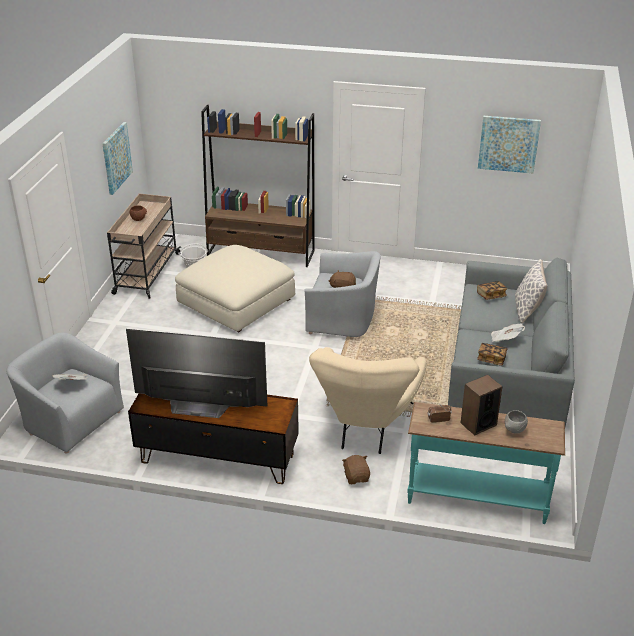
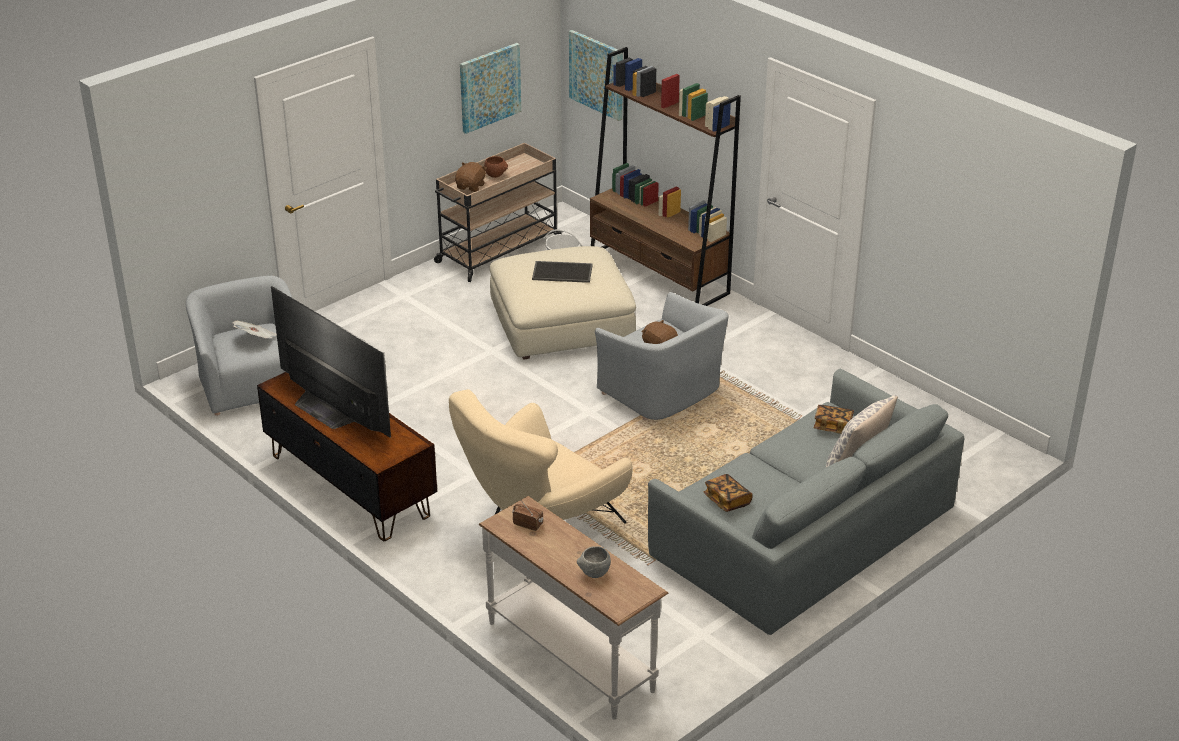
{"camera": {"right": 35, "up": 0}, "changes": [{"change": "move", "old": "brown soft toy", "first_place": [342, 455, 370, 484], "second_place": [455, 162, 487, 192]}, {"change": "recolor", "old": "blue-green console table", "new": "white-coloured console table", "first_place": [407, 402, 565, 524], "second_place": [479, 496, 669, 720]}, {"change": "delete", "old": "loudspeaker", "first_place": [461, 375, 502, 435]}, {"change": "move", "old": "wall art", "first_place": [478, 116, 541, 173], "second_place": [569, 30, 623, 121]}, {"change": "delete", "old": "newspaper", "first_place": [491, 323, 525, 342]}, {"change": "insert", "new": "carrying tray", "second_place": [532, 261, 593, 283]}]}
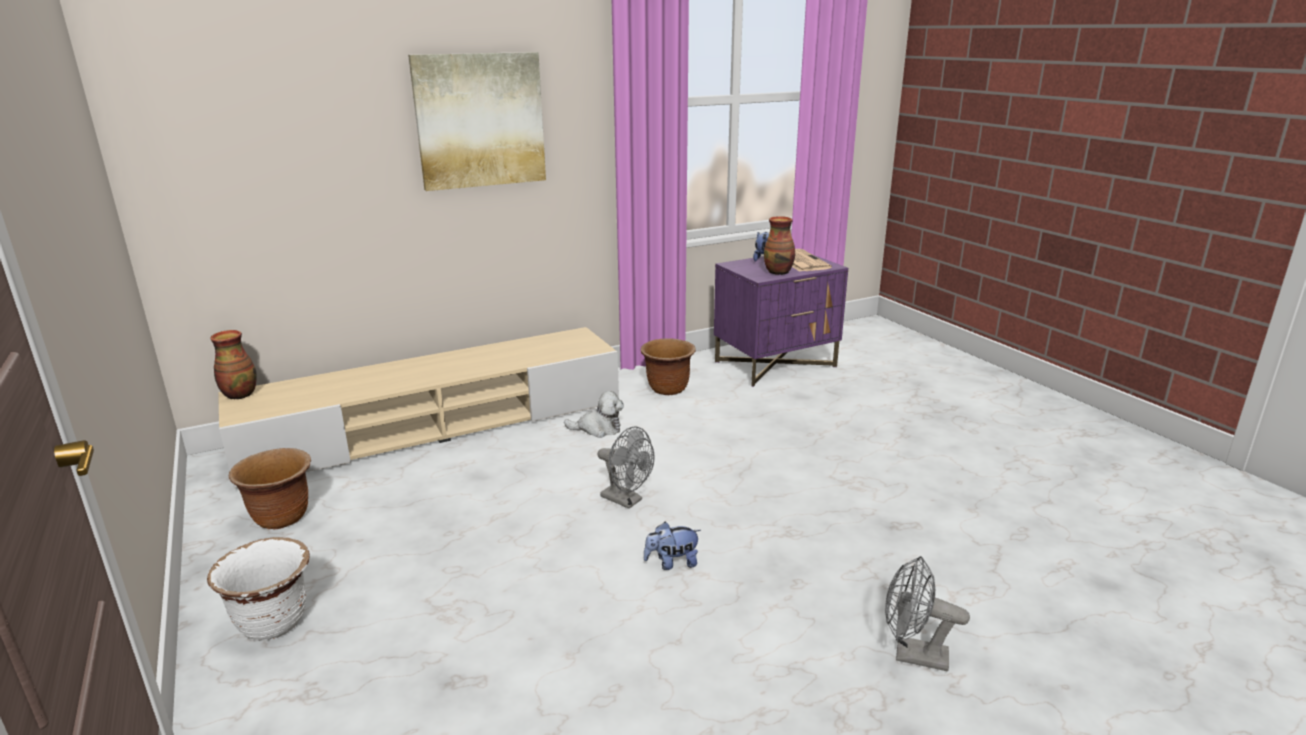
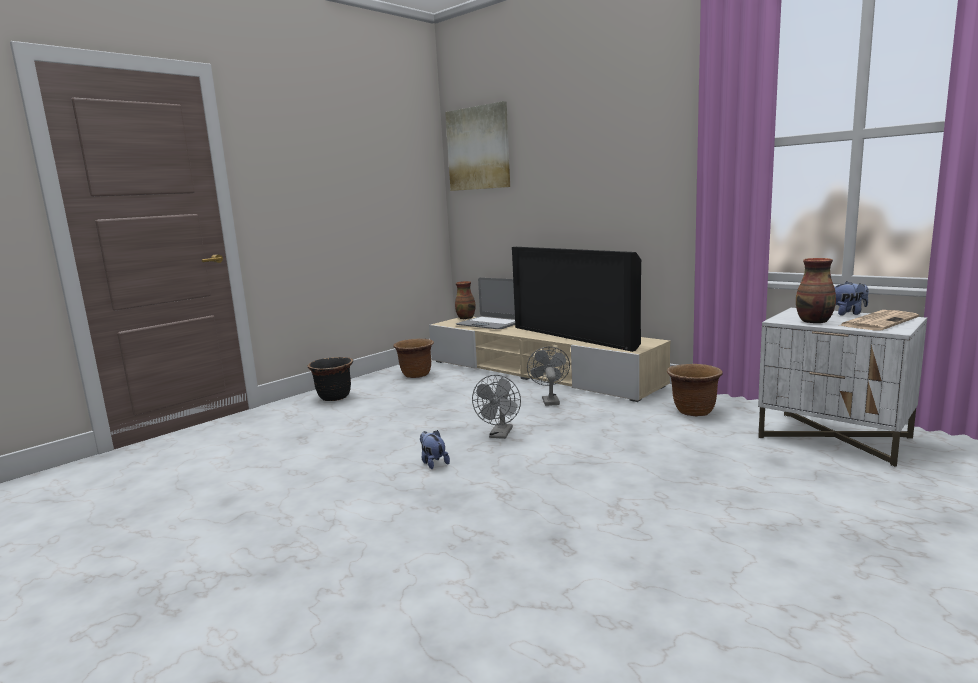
{"camera": {"right": 70, "up": -10}, "changes": [{"change": "recolor", "old": "white-coloured flower pot", "new": "blackish flower pot", "first_place": [207, 537, 310, 641], "second_place": [308, 357, 353, 401]}, {"change": "move", "old": "wall art", "first_place": [408, 52, 546, 191], "second_place": [445, 101, 510, 191]}, {"change": "delete", "old": "soft toy", "first_place": [564, 391, 624, 438]}, {"change": "recolor", "old": "purplish bedside table", "new": "white-coloured bedside table", "first_place": [714, 255, 848, 387], "second_place": [758, 308, 927, 467]}, {"change": "move", "old": "gray cooling fan", "first_place": [885, 556, 970, 672], "second_place": [527, 347, 570, 406]}, {"change": "insert", "new": "laptop", "second_place": [456, 278, 515, 329]}, {"change": "insert", "new": "TV", "second_place": [512, 247, 641, 352]}]}
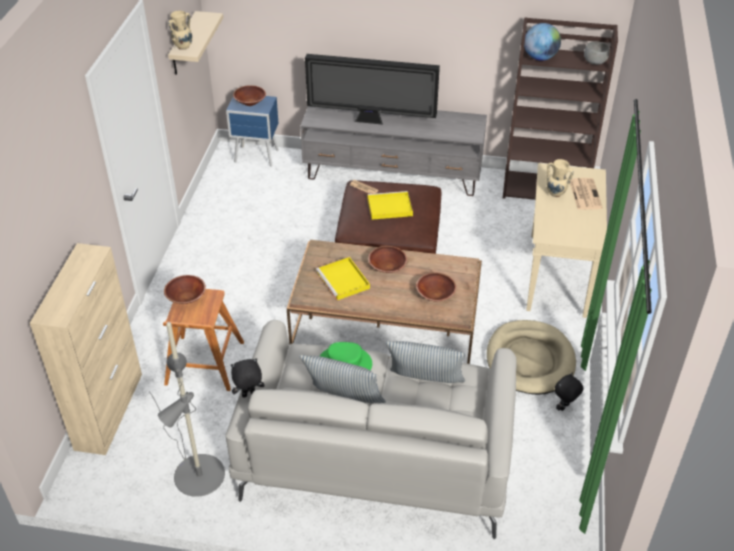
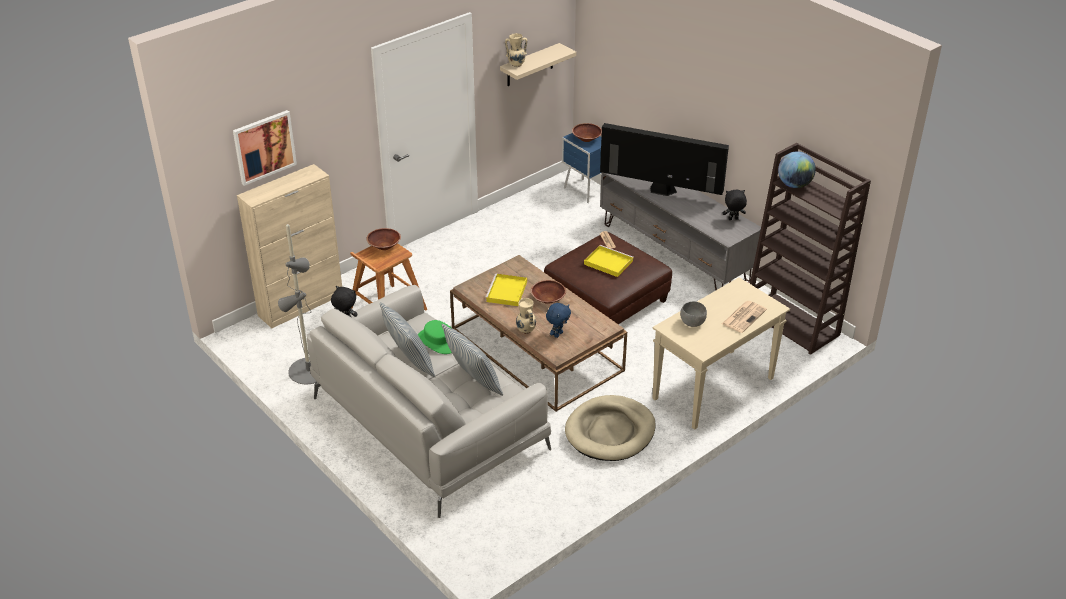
{"camera": {"right": 40, "up": -5}, "changes": [{"change": "rotate", "old": "TV", "first_place": [305, 54, 440, 125], "second_place": [600, 123, 729, 196], "degrees": 150}, {"change": "replace", "old": "brown deep dish", "new": "blue soft toy", "first_place": [416, 272, 456, 301], "second_place": [546, 303, 571, 338]}, {"change": "move", "old": "beige-coloured vase", "first_place": [546, 159, 574, 197], "second_place": [516, 298, 536, 334]}, {"change": "move", "old": "blackish soft toy", "first_place": [555, 372, 583, 411], "second_place": [723, 190, 747, 220]}, {"change": "move", "old": "gray deep dish", "first_place": [584, 41, 610, 65], "second_place": [680, 301, 707, 327]}, {"change": "insert", "new": "wall art", "second_place": [233, 110, 297, 186]}]}
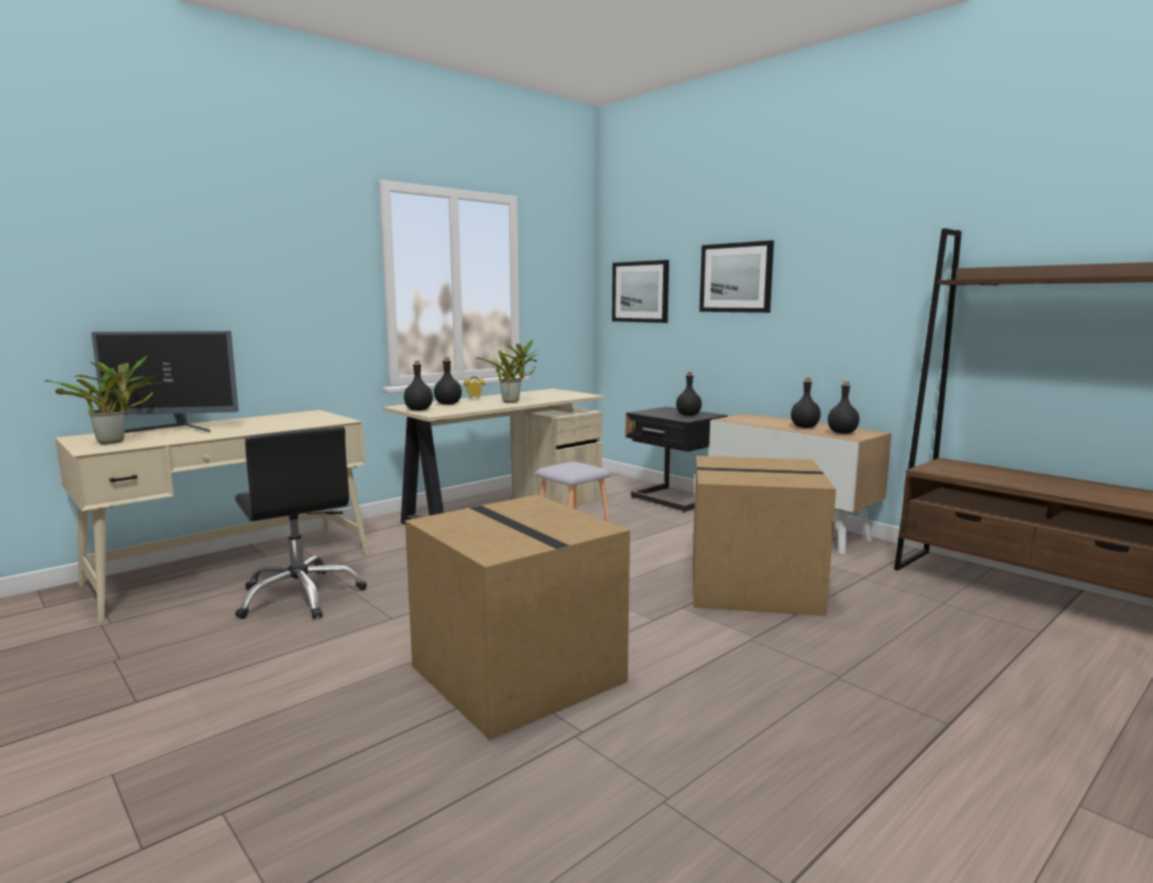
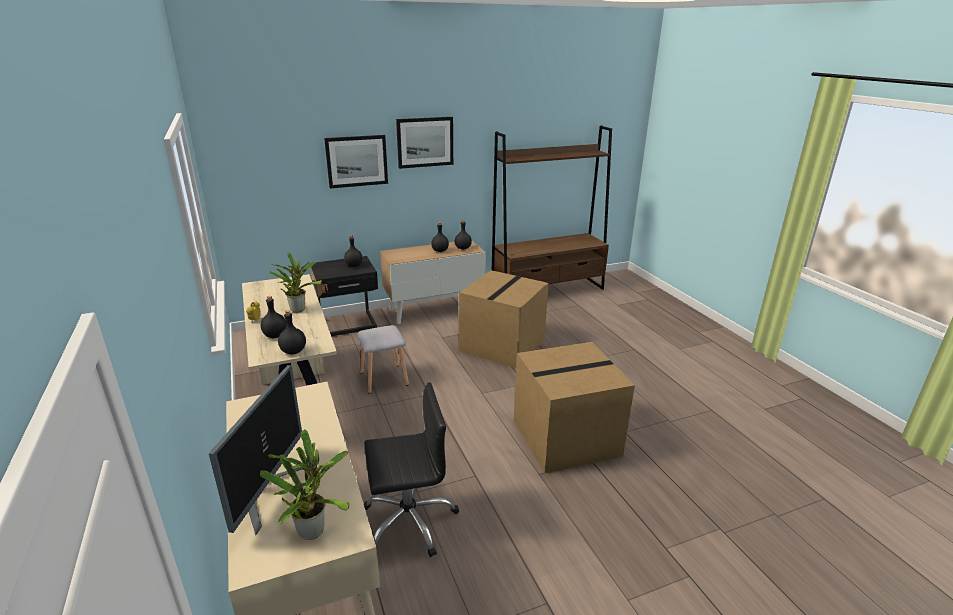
{"camera": {"right": -70, "up": 15}, "changes": [{"change": "move", "old": "wall art", "first_place": [612, 260, 669, 323], "second_place": [396, 117, 453, 169]}]}
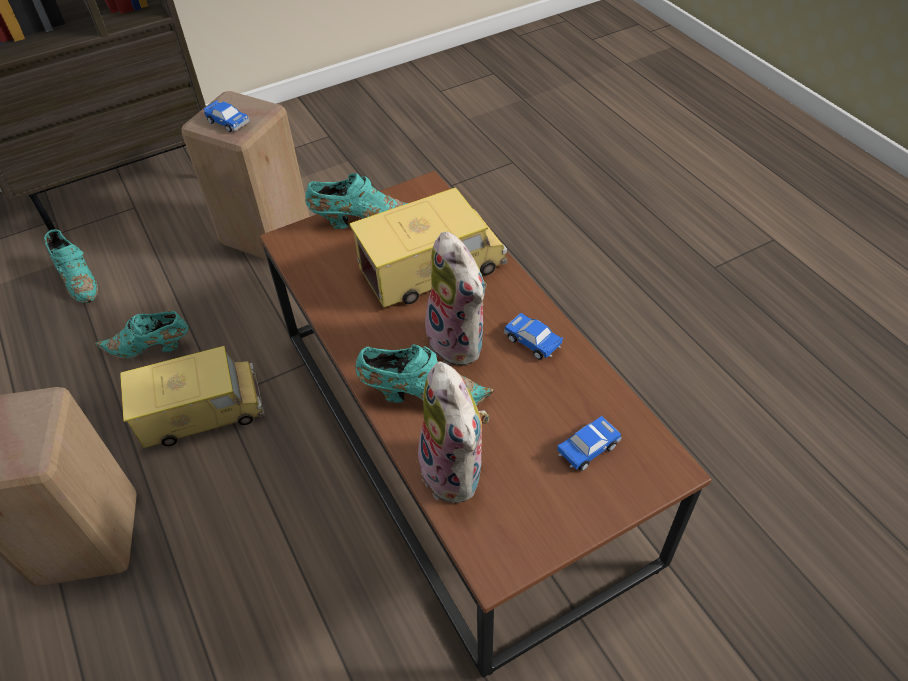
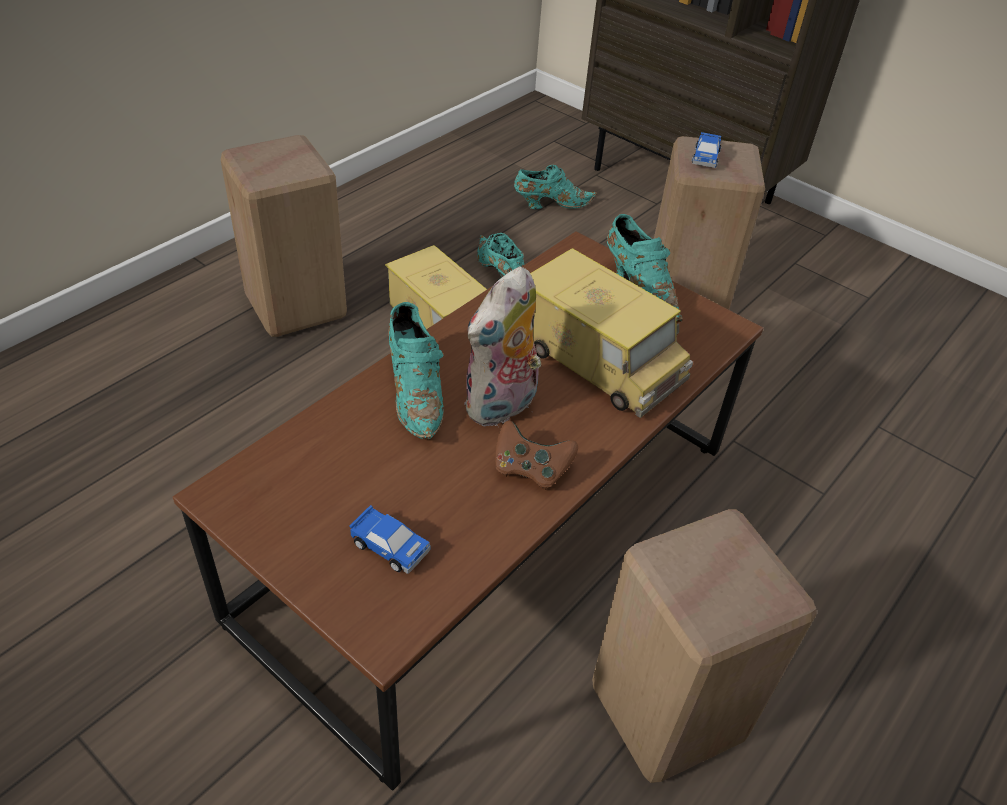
{"camera": {"right": 65, "up": -5}, "changes": [{"change": "rotate", "old": "blue-green shoe", "first_place": [44, 229, 98, 303], "second_place": [514, 165, 597, 209], "degrees": -135}, {"change": "delete", "old": "soft toy", "first_place": [416, 361, 489, 503]}, {"change": "replace", "old": "model car", "new": "brown game controller", "first_place": [504, 313, 563, 360], "second_place": [495, 420, 578, 490]}, {"change": "insert", "new": "beige-coloured sitting stool", "second_place": [592, 509, 816, 783]}]}
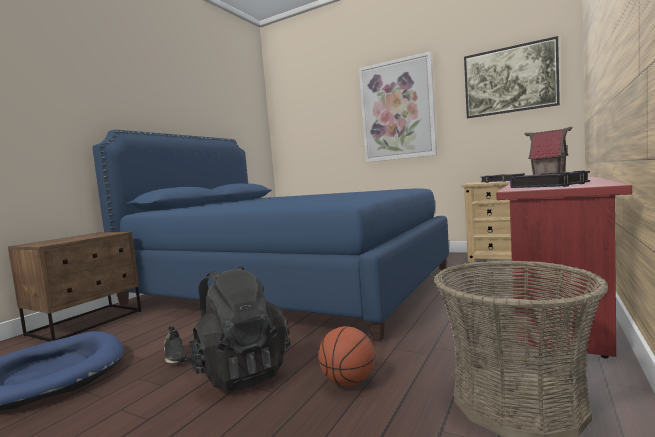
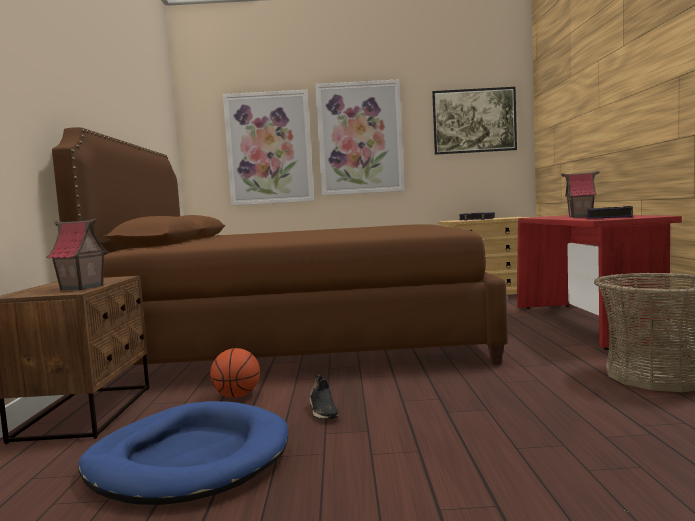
{"camera": {"right": -30, "up": 0}, "changes": [{"change": "recolor", "old": "blue sleeping bed", "new": "brown sleeping bed", "first_place": [92, 130, 449, 342], "second_place": [52, 127, 507, 365]}, {"change": "rotate", "old": "blackish shoe", "first_place": [164, 325, 187, 364], "second_place": [309, 374, 338, 419], "degrees": 45}, {"change": "delete", "old": "blackish backpack", "first_place": [186, 266, 290, 392]}, {"change": "move", "old": "basketball ball", "first_place": [318, 326, 375, 386], "second_place": [210, 348, 260, 398]}, {"change": "insert", "new": "miniature house", "second_place": [46, 219, 109, 290]}, {"change": "insert", "new": "wall art", "second_place": [223, 90, 314, 206]}]}
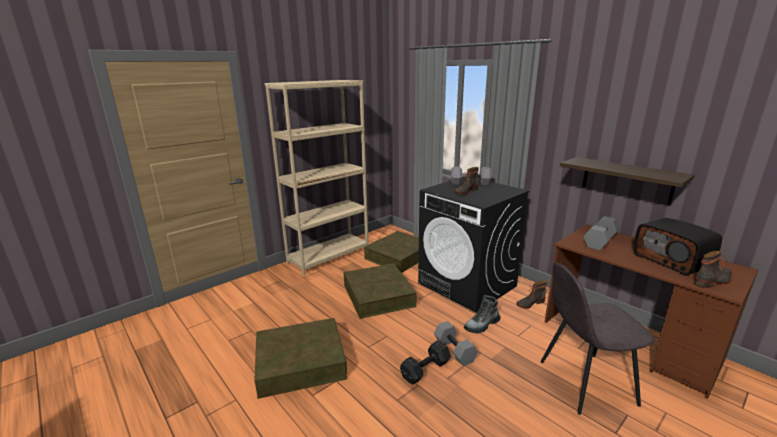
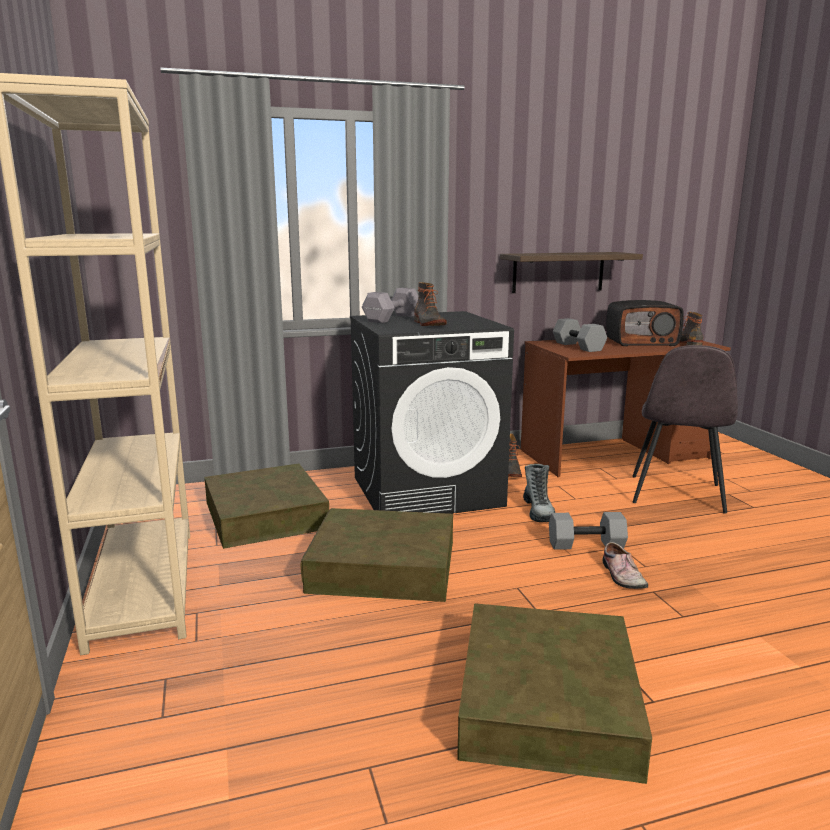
{"camera": {"right": -65, "up": -5}, "changes": [{"change": "replace", "old": "blackish dumbbell", "new": "shoe", "first_place": [400, 340, 451, 385], "second_place": [602, 542, 648, 589]}]}
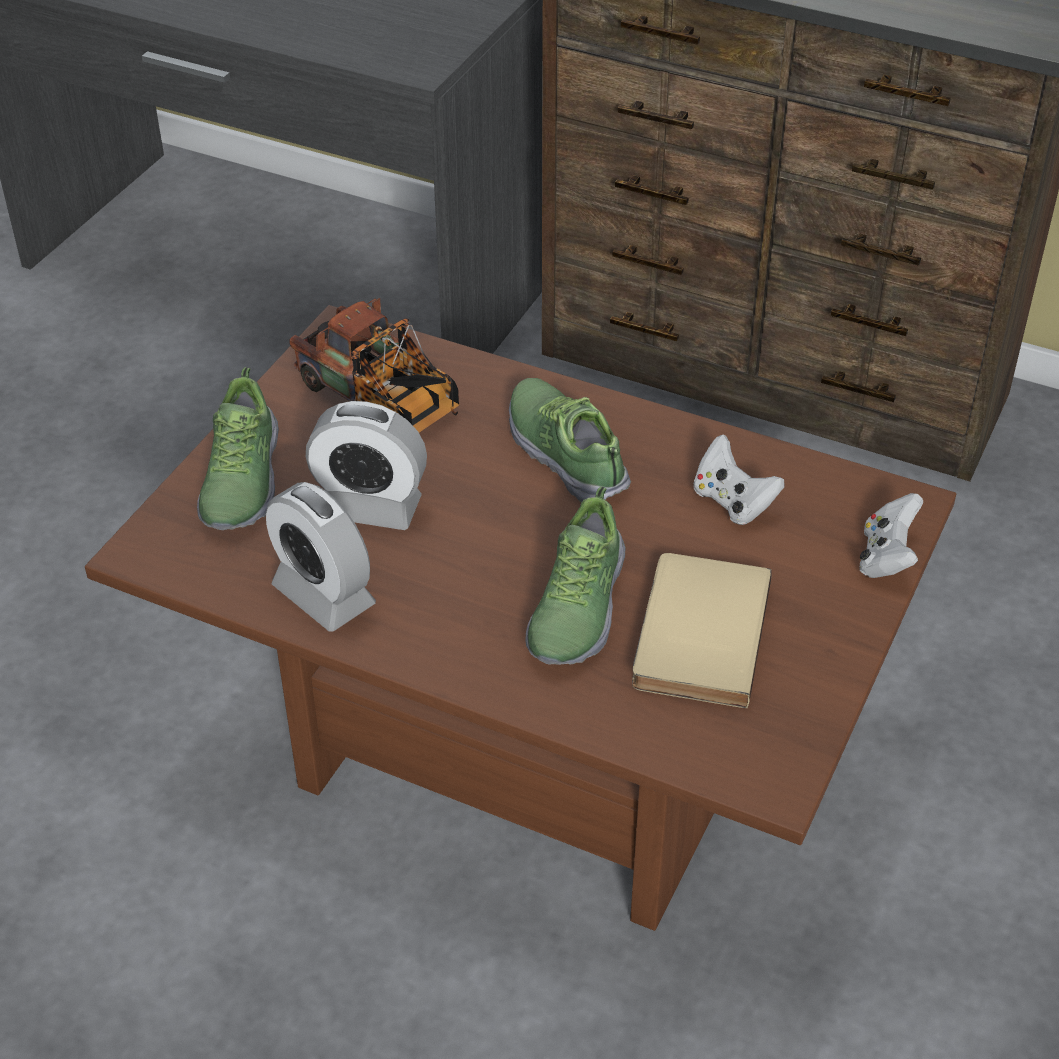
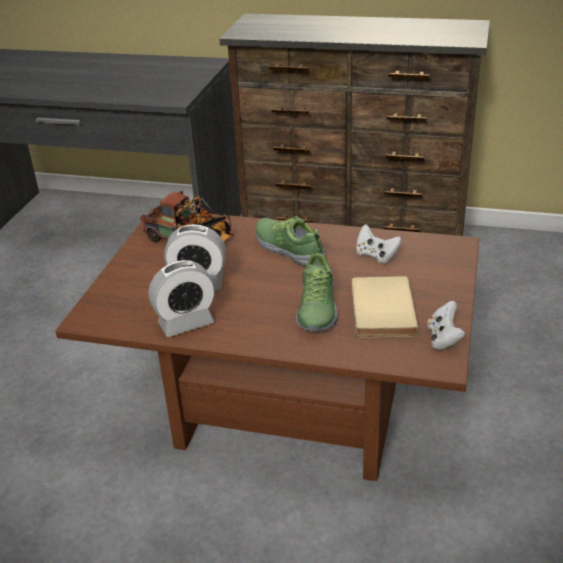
{"camera": {"right": -10, "up": -10}, "changes": [{"change": "delete", "old": "shoe", "first_place": [197, 367, 279, 530]}, {"change": "rotate", "old": "table clock", "first_place": [266, 482, 376, 631], "second_place": [148, 260, 215, 337], "degrees": -60}, {"change": "move", "old": "white-coloured game controller", "first_place": [859, 493, 923, 578], "second_place": [427, 301, 465, 350]}]}
